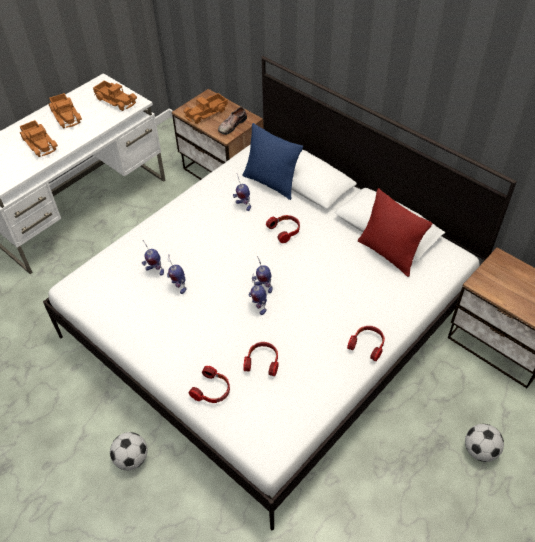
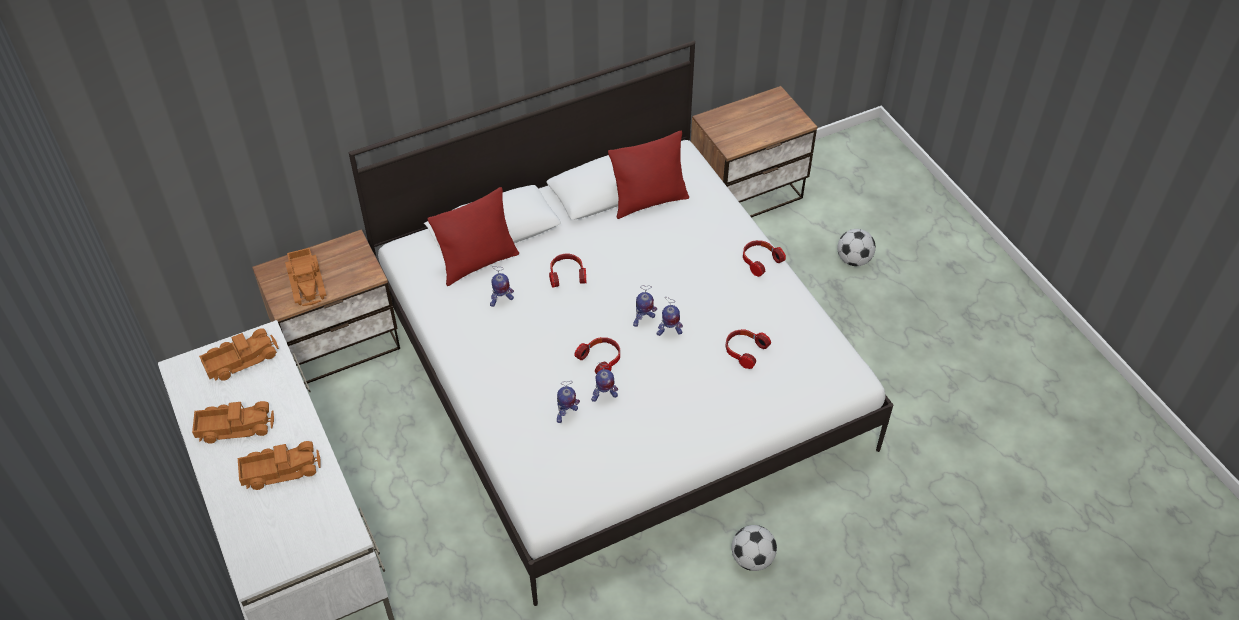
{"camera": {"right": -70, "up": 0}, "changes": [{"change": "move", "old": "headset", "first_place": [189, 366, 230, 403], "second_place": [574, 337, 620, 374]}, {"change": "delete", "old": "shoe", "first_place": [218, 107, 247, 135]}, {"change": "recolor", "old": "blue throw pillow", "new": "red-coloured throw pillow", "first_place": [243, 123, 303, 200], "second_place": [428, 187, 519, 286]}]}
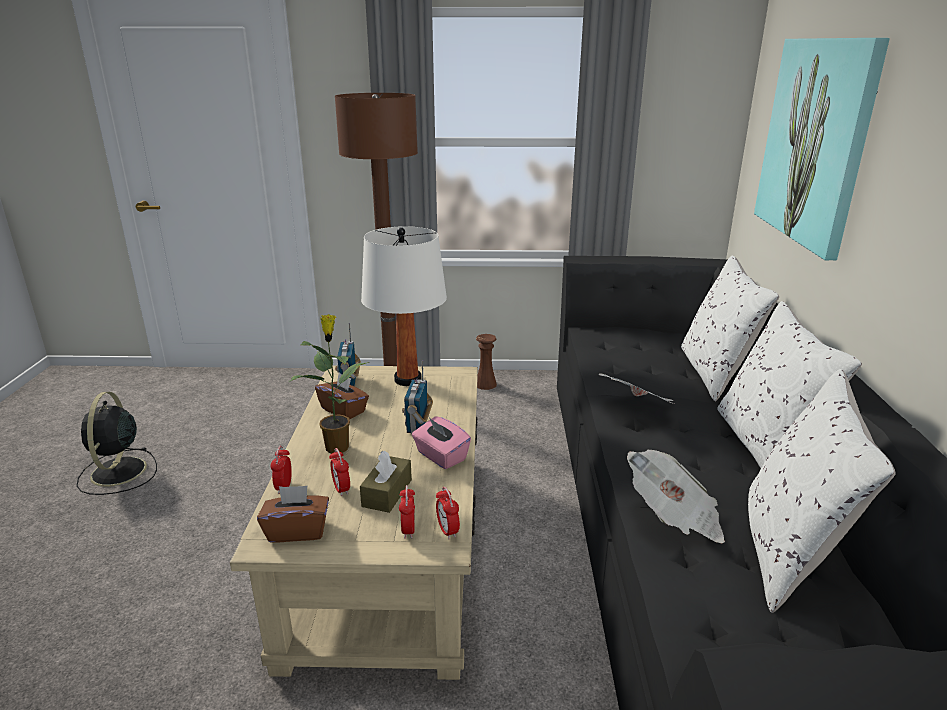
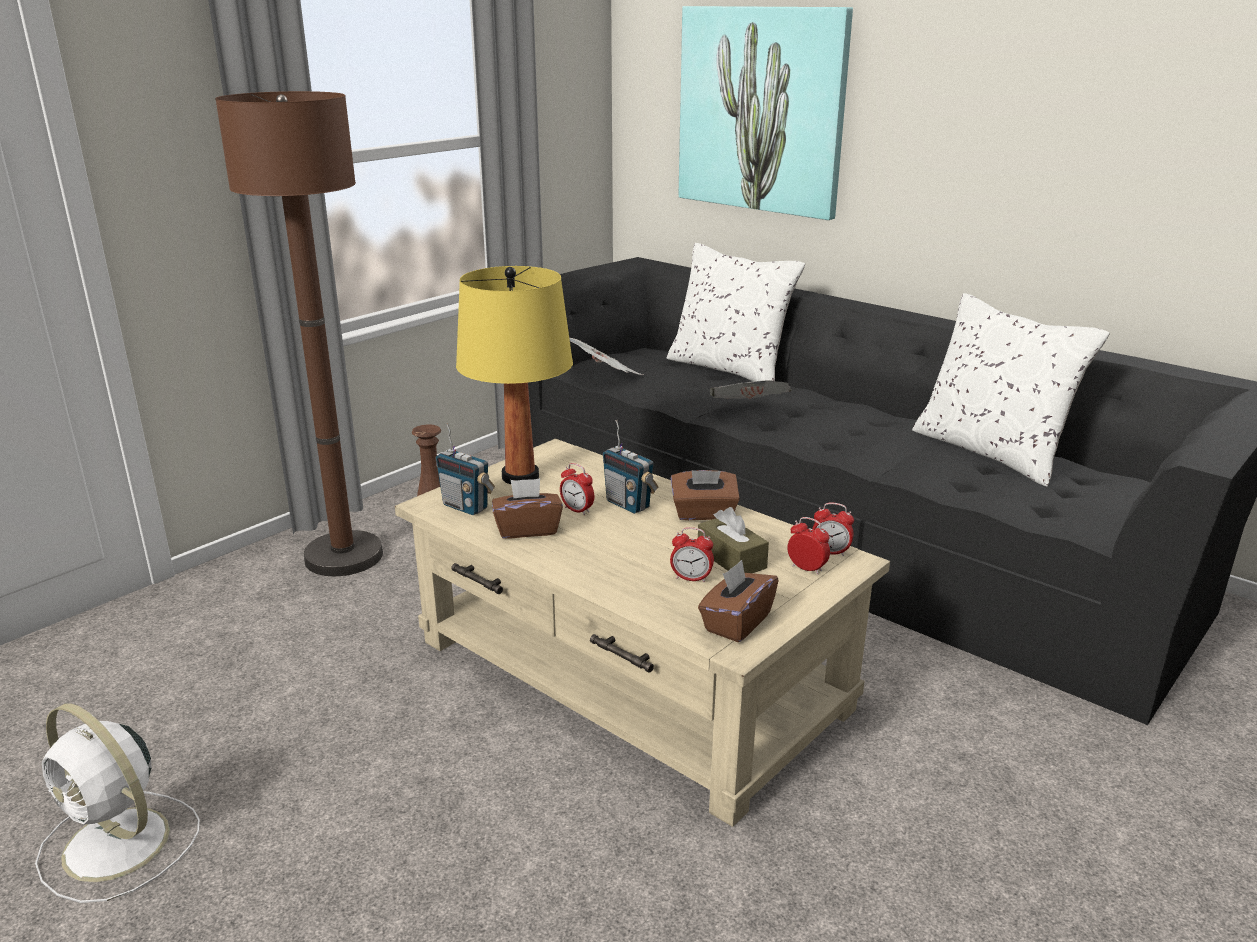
{"camera": {"right": -50, "up": 0}, "changes": [{"change": "recolor", "old": "blackish cooling fan", "new": "white-coloured cooling fan", "first_place": [76, 392, 157, 495], "second_place": [35, 703, 200, 903]}, {"change": "move", "old": "table clock", "first_place": [271, 446, 292, 494], "second_place": [560, 463, 594, 515]}, {"change": "delete", "old": "potted plant", "first_place": [289, 314, 369, 454]}, {"change": "recolor", "old": "white-coloured tabletop lamp", "new": "yellowish tabletop lamp", "first_place": [361, 226, 447, 386], "second_place": [456, 266, 573, 484]}, {"change": "recolor", "old": "pink-coloured tissue box", "new": "brown tissue box", "first_place": [412, 416, 471, 469], "second_place": [671, 470, 740, 520]}, {"change": "move", "old": "newspaper", "first_place": [627, 450, 725, 543], "second_place": [569, 338, 643, 375]}, {"change": "delete", "old": "white-coloured throw pillow", "first_place": [717, 301, 862, 468]}]}
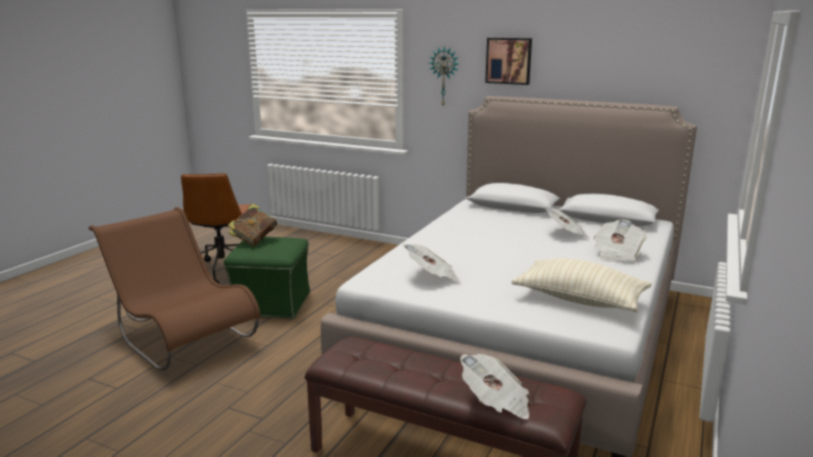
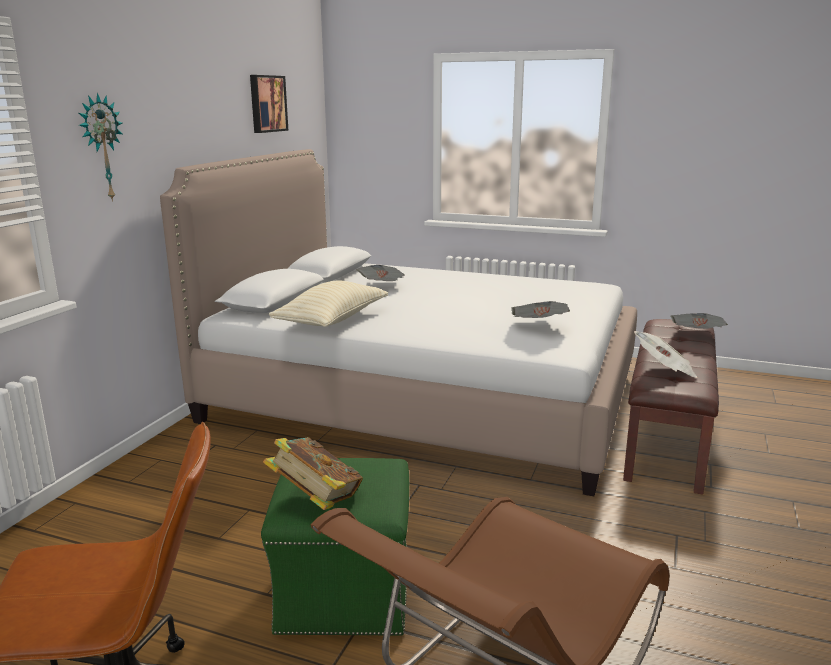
{"camera": {"right": -95, "up": 0}, "changes": [{"change": "move", "old": "wall art", "first_place": [485, 38, 532, 85], "second_place": [250, 75, 288, 133]}, {"change": "move", "old": "beige-coloured throw pillow", "first_place": [511, 258, 652, 312], "second_place": [269, 280, 388, 327]}, {"change": "move", "old": "newspaper", "first_place": [593, 219, 647, 262], "second_place": [634, 331, 698, 378]}]}
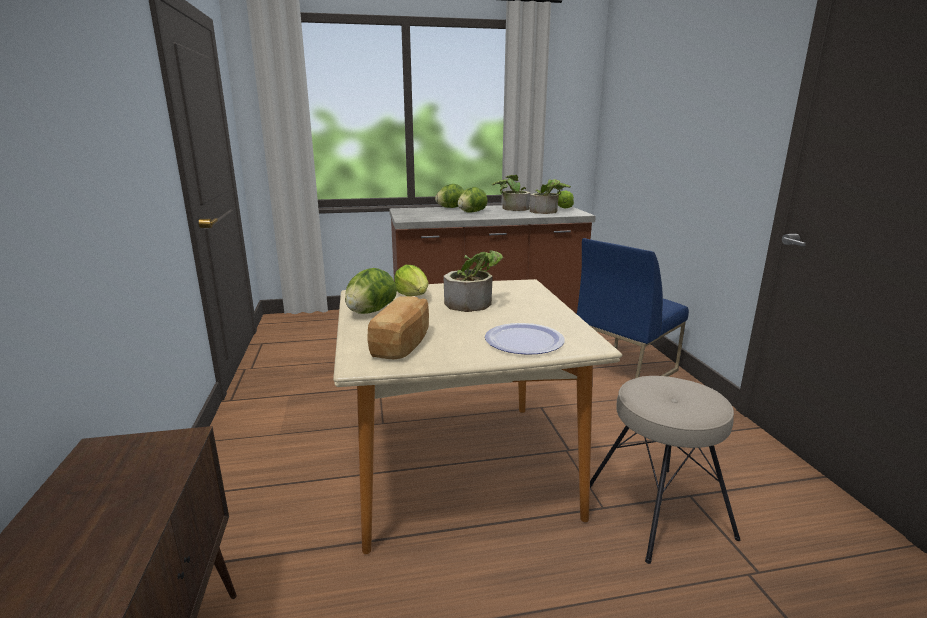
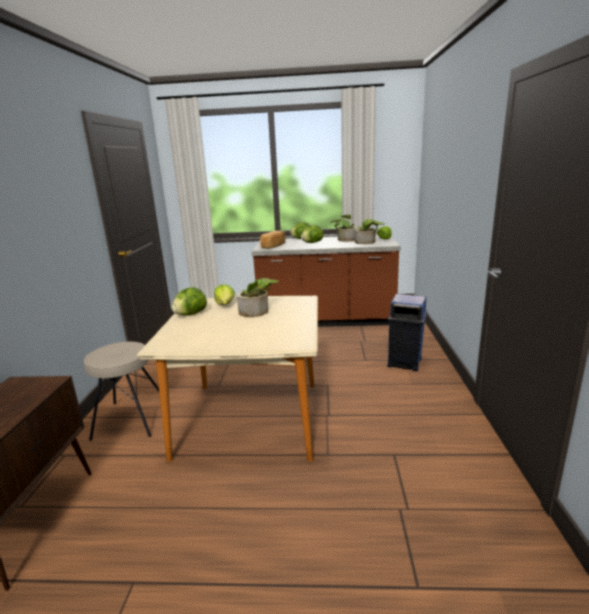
{"camera": {"right": 15, "up": 0}, "changes": [{"change": "move", "old": "baked bread", "first_place": [367, 296, 429, 359], "second_place": [260, 231, 285, 249]}, {"change": "delete", "old": "flat dish", "first_place": [485, 323, 565, 355]}, {"change": "replace", "old": "blue plain chair", "new": "blue rubbish bin", "first_place": [577, 238, 689, 378], "second_place": [387, 294, 427, 371]}, {"change": "move", "old": "beige-coloured sitting stool", "first_place": [590, 376, 740, 564], "second_place": [84, 341, 159, 441]}]}
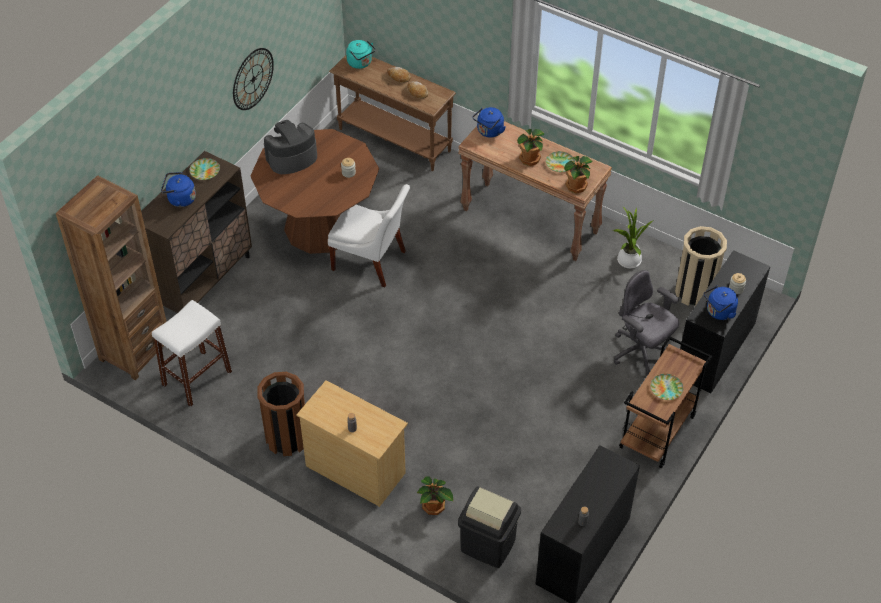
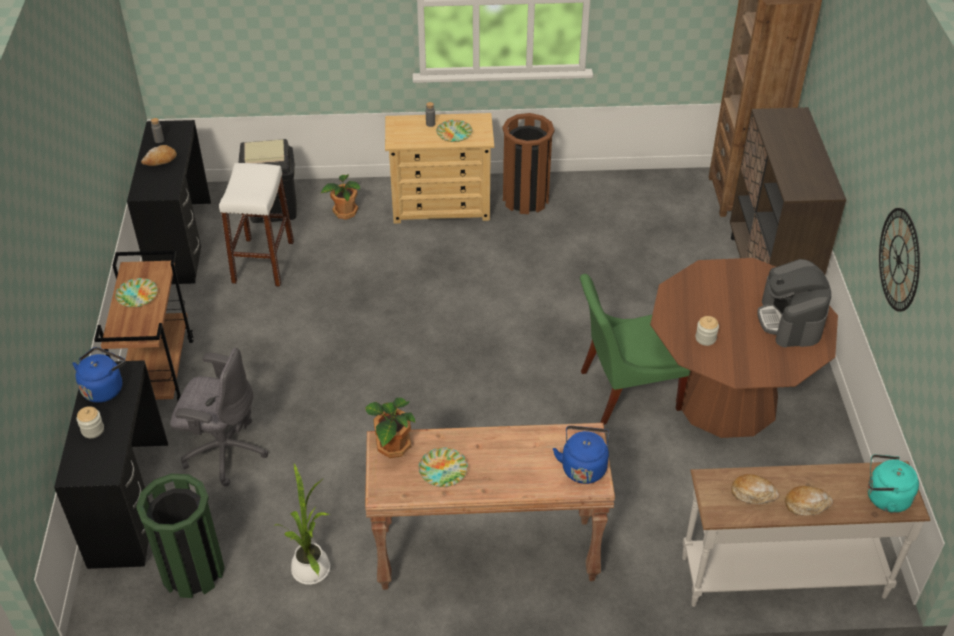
{"camera": {"right": 145, "up": -5}, "changes": [{"change": "move", "old": "white-coloured sitting stool", "first_place": [152, 300, 232, 407], "second_place": [219, 163, 294, 287]}, {"change": "delete", "old": "blue tea kettle", "first_place": [161, 172, 196, 207]}, {"change": "move", "old": "flat dish", "first_place": [189, 158, 220, 180], "second_place": [436, 120, 472, 142]}, {"change": "rotate", "old": "coffee brewer", "first_place": [264, 120, 317, 174], "second_place": [757, 259, 831, 347], "degrees": 150}, {"change": "recolor", "old": "white-coloured plain chair", "new": "greenish plain chair", "first_place": [328, 184, 410, 287], "second_place": [580, 274, 690, 425]}, {"change": "recolor", "old": "brown console table", "new": "white-coloured console table", "first_place": [329, 55, 456, 171], "second_place": [682, 461, 931, 607]}, {"change": "delete", "old": "potted plant", "first_place": [517, 129, 544, 166]}, {"change": "recolor", "old": "beige-coloured rubbish bin", "new": "greenish rubbish bin", "first_place": [675, 226, 727, 306], "second_place": [136, 474, 225, 598]}, {"change": "insert", "new": "baked bread", "second_place": [141, 145, 177, 166]}]}
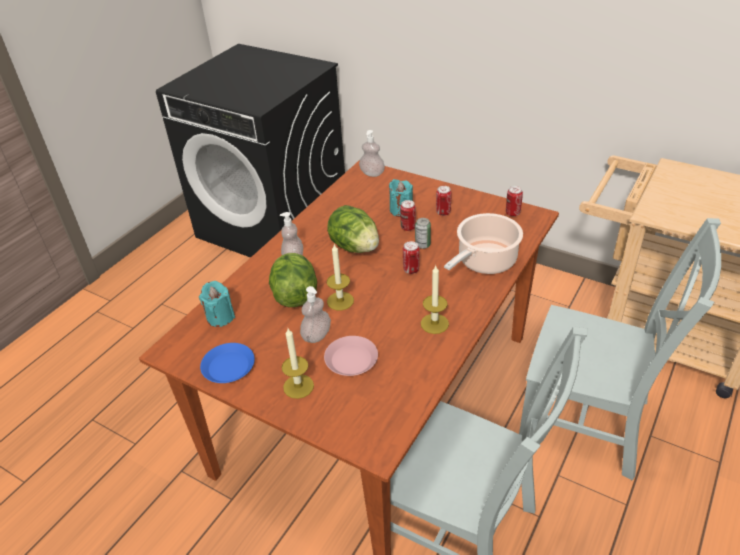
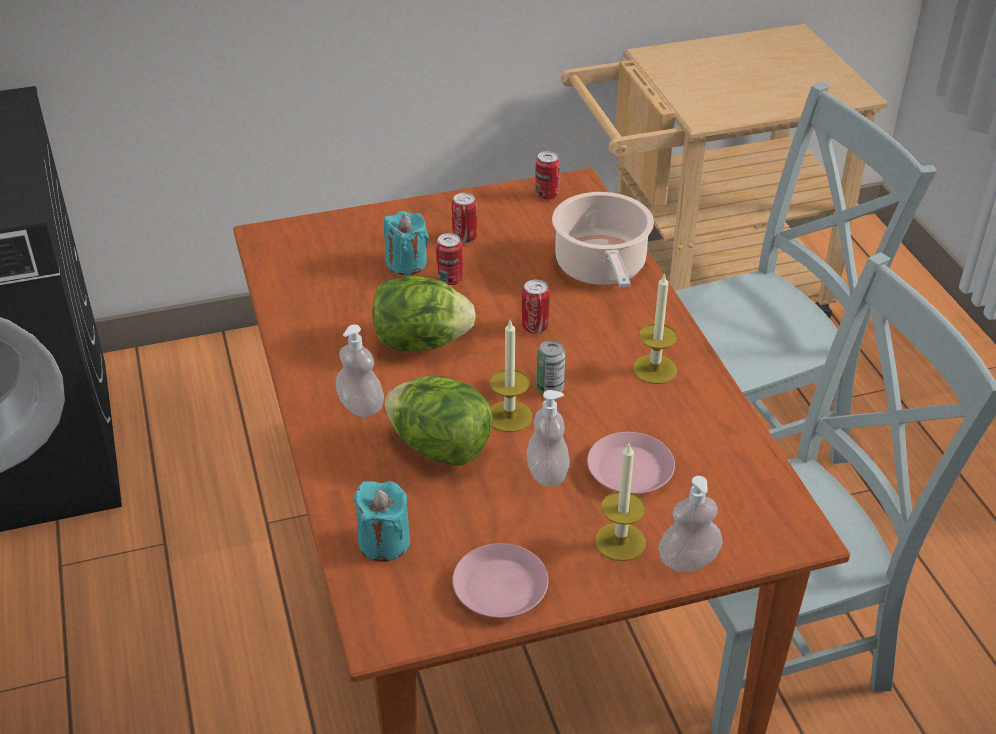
{"camera": {"right": -50, "up": 0}, "changes": [{"change": "recolor", "old": "blue flat dish", "new": "pink-coloured flat dish", "first_place": [200, 343, 255, 383], "second_place": [452, 543, 549, 618]}, {"change": "move", "old": "liquid soap bottle", "first_place": [359, 130, 385, 177], "second_place": [658, 476, 723, 572]}, {"change": "move", "old": "metal can", "first_place": [415, 218, 431, 249], "second_place": [536, 340, 566, 394]}]}
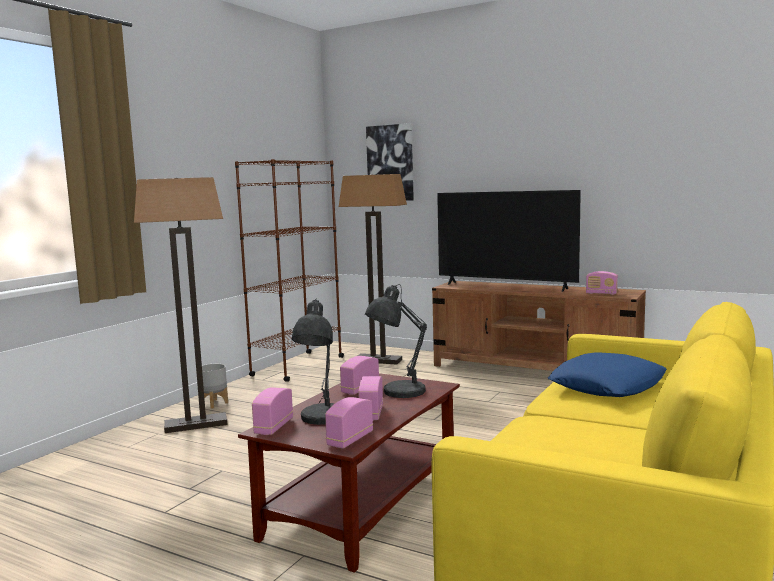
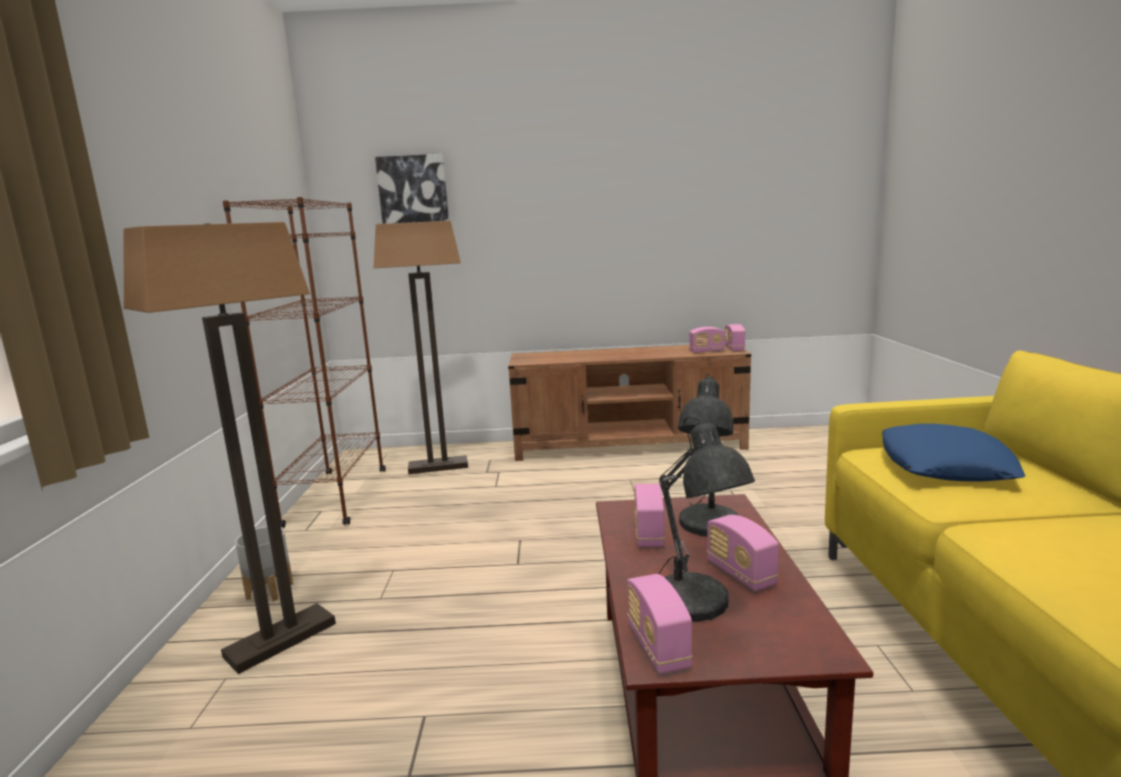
{"camera": {"right": -30, "up": 5}, "changes": [{"change": "move", "old": "radio receiver", "first_place": [325, 397, 373, 448], "second_place": [724, 324, 745, 351]}, {"change": "delete", "old": "TV", "first_place": [437, 190, 581, 292]}]}
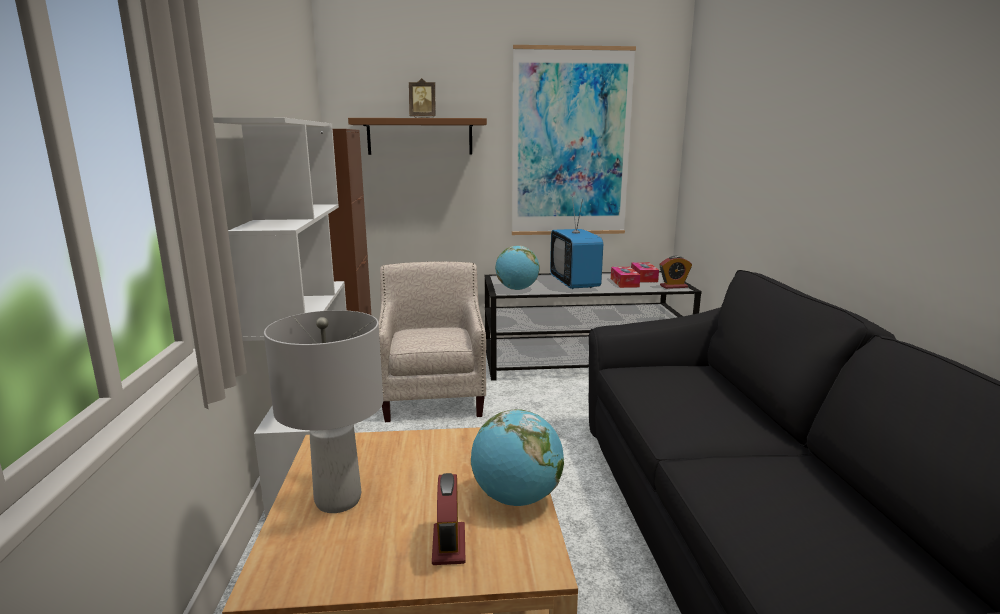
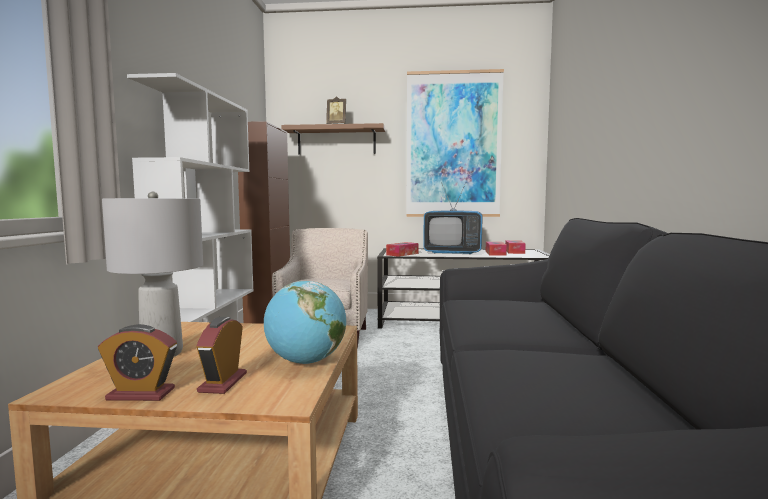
{"camera": {"right": 10, "up": -10}, "changes": [{"change": "replace", "old": "desk globe", "new": "tissue box", "first_place": [495, 246, 540, 290], "second_place": [386, 242, 418, 256]}, {"change": "rotate", "old": "TV", "first_place": [550, 196, 603, 289], "second_place": [423, 182, 483, 254], "degrees": -75}, {"change": "move", "old": "table clock", "first_place": [659, 256, 692, 289], "second_place": [98, 324, 177, 401]}]}
